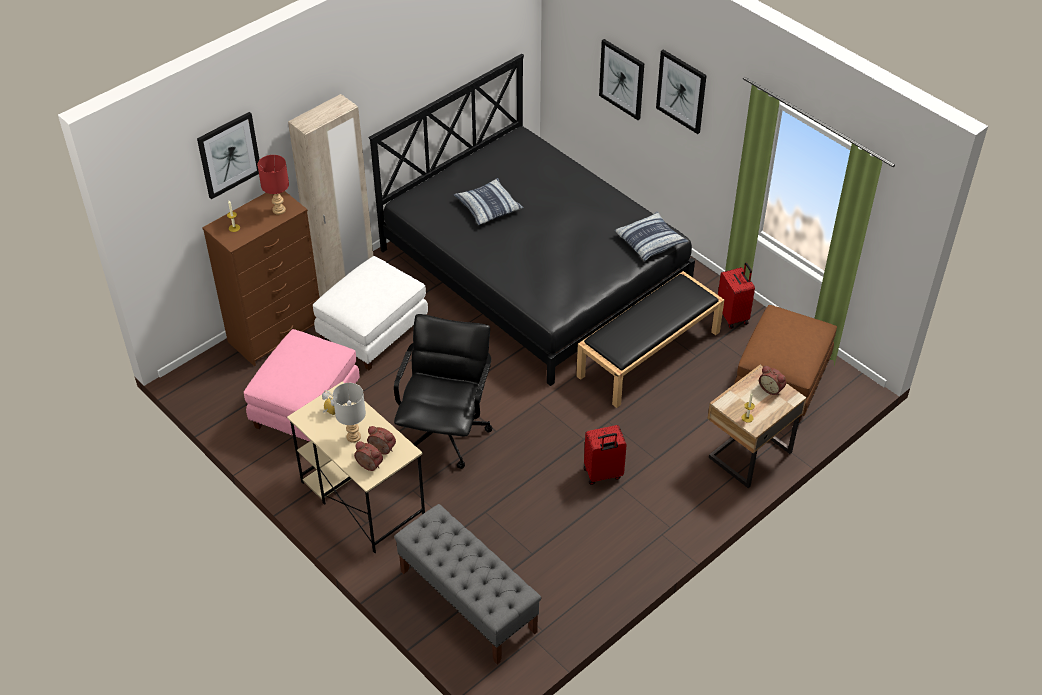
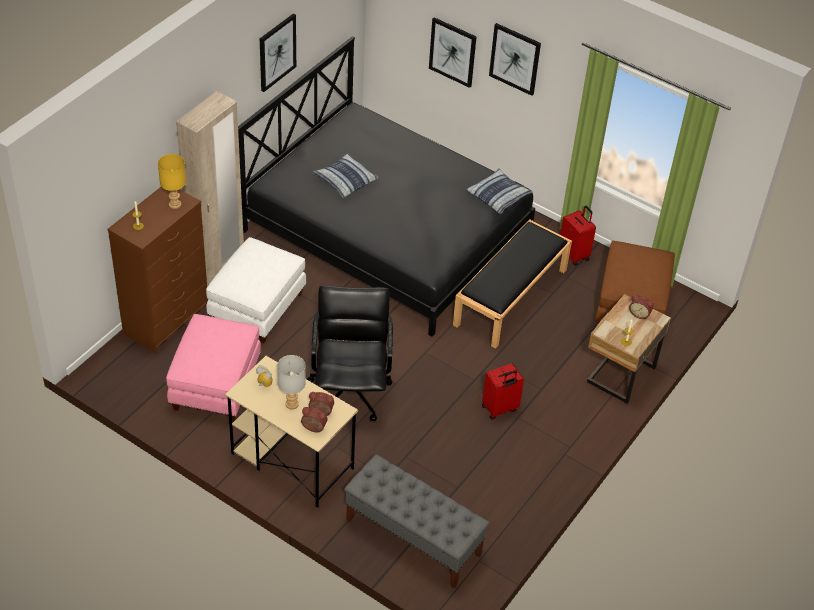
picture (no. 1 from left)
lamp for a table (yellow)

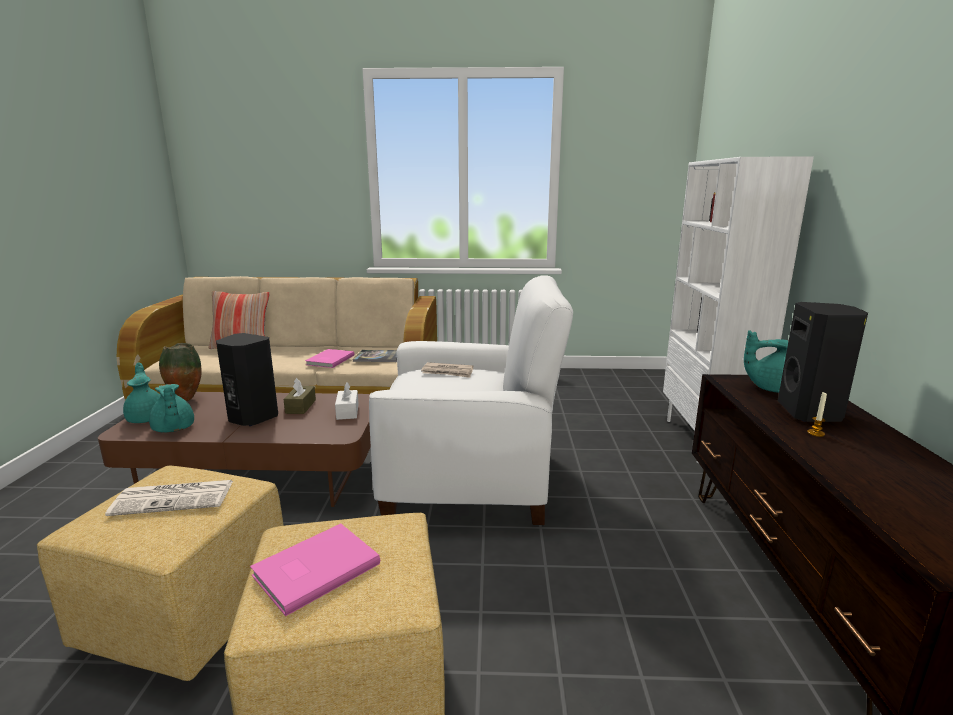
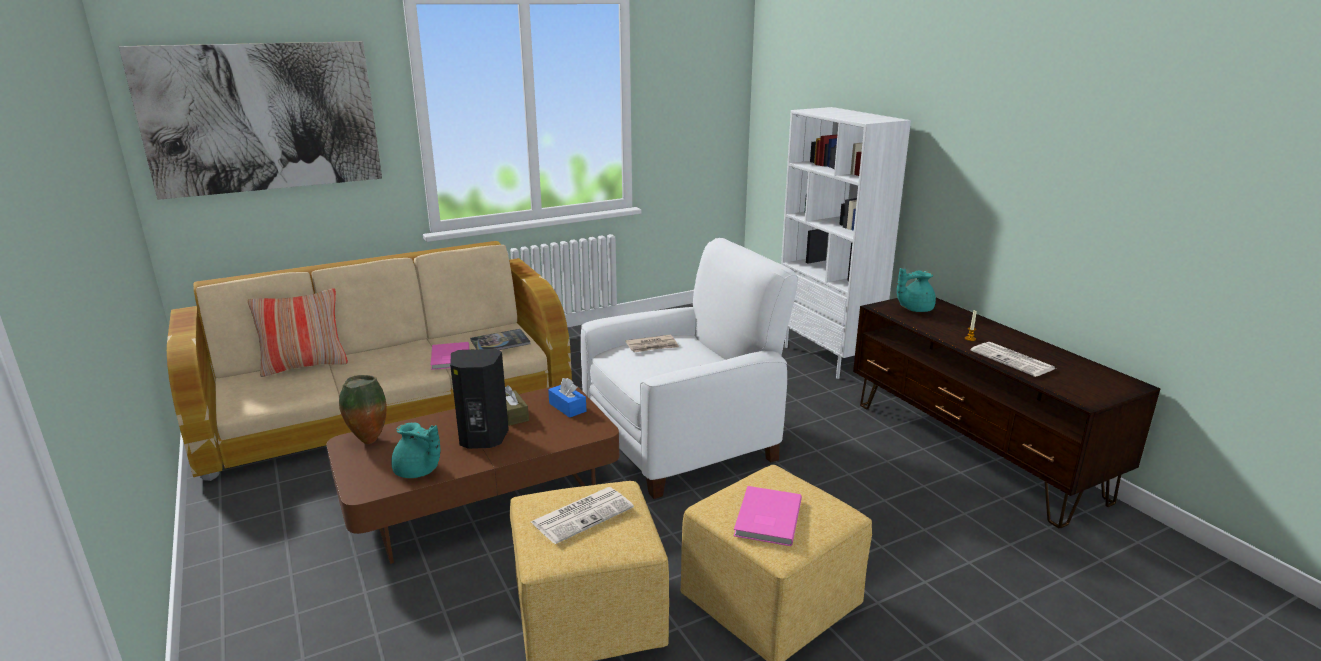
audio speaker (black-coloured) (no. 2 from left in the first image)
tea pot (turquoise-coloured) (no. 1 from left in the first image)
tissue holder (bluish)
picture
printed paper (no. 3 from left)

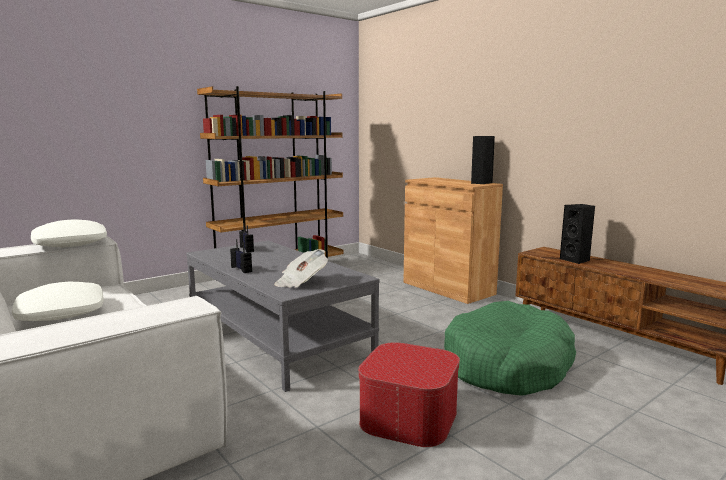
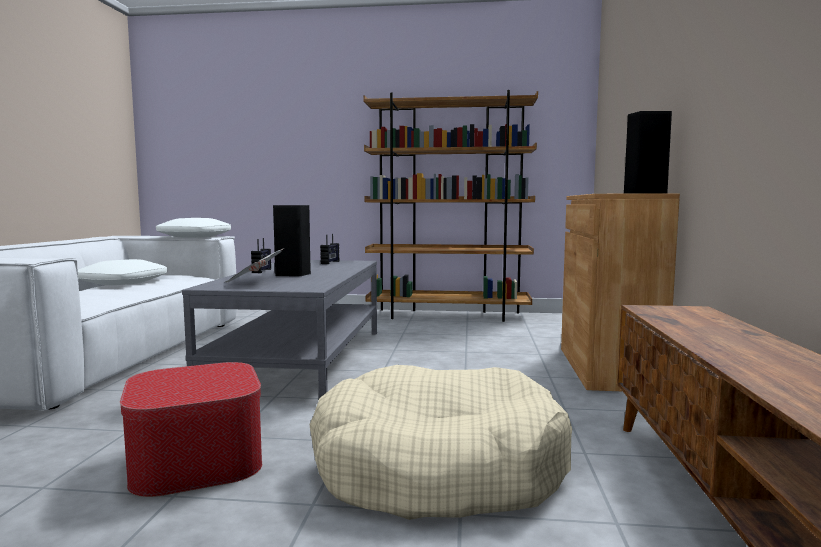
audio speaker (black-coloured) (no. 1 from left)
pet bed (beige-coloured)

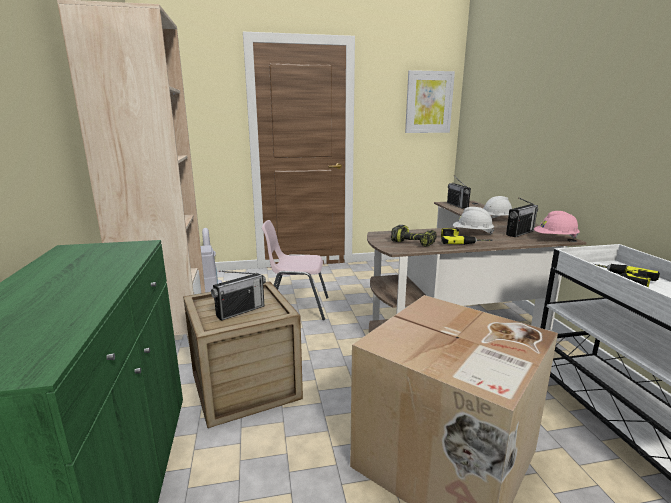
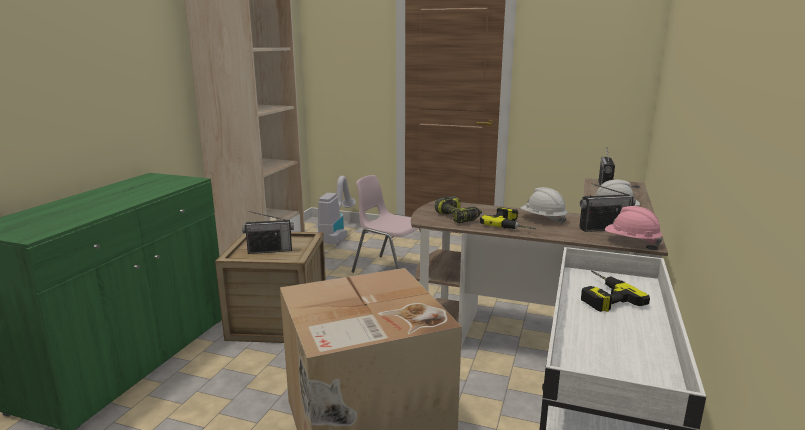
picture

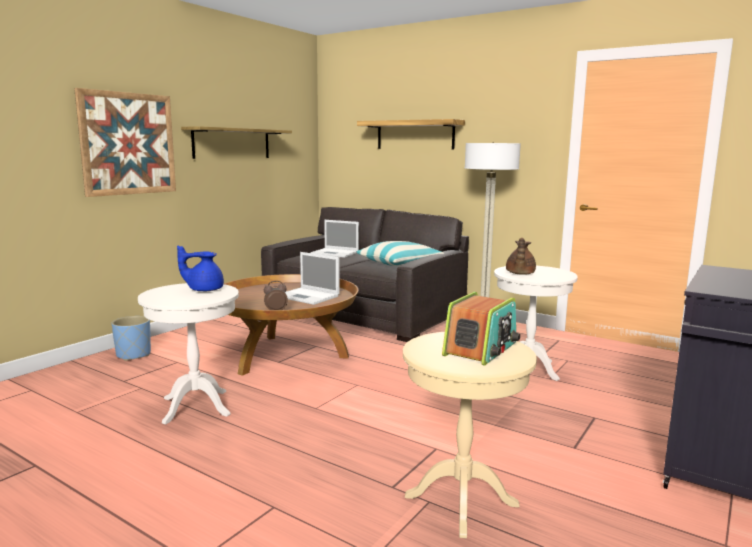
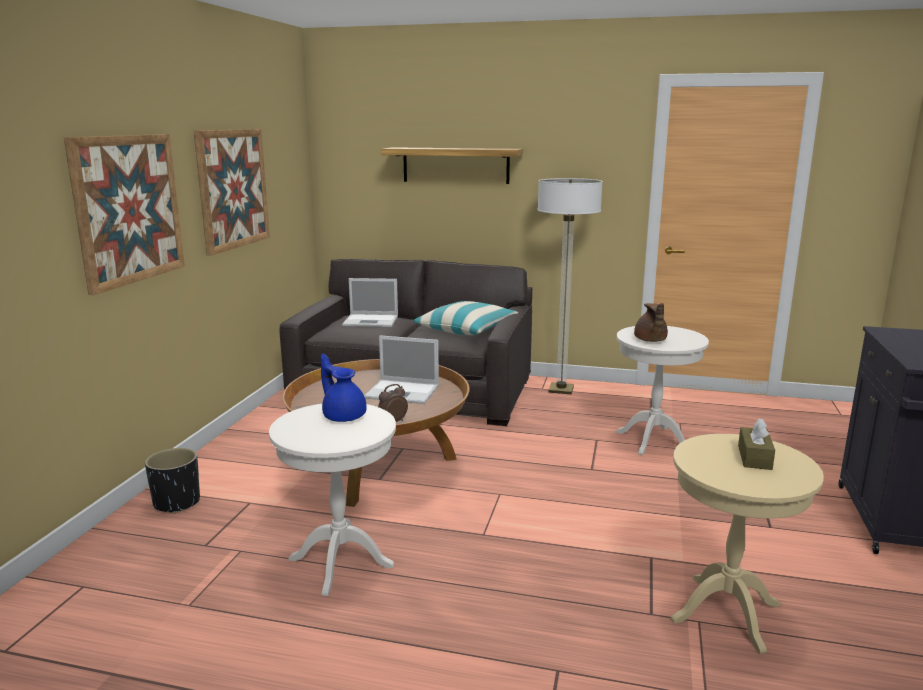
picture (no. 2 from left)
tea pot (bluish)
tissue holder (brown-coloured)
planter (black-coloured)

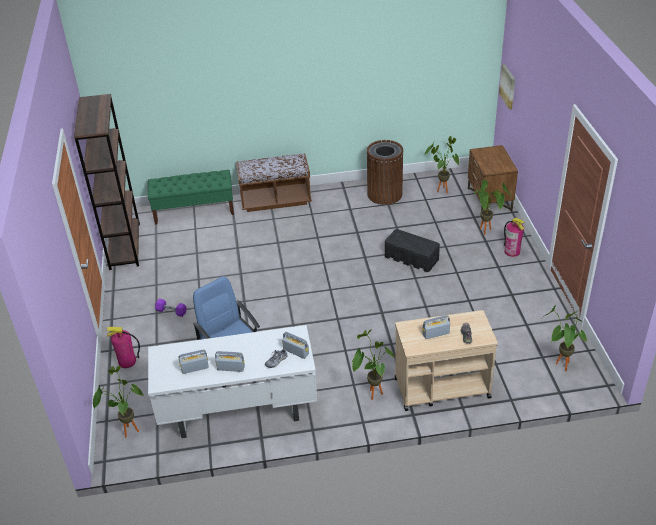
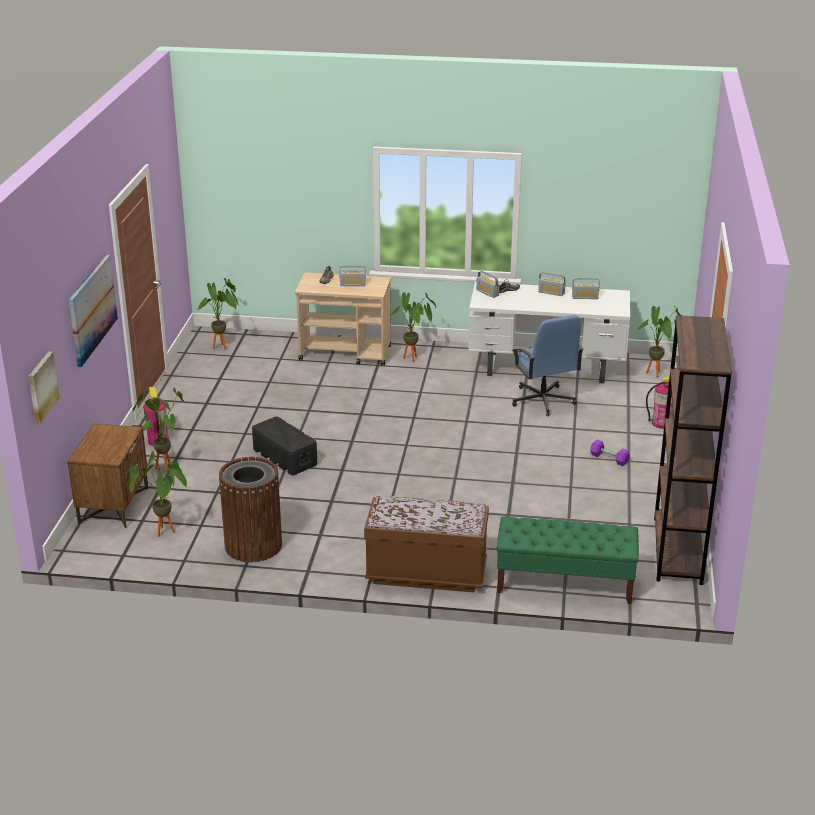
picture (no. 2 from left)

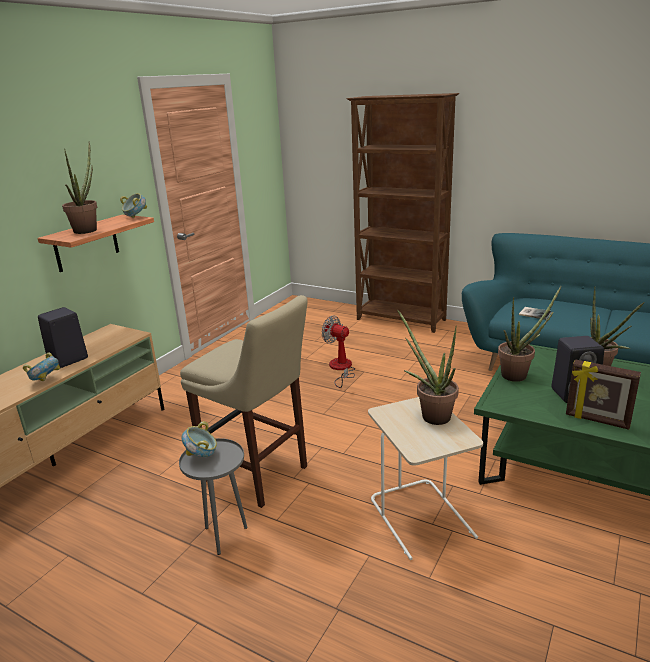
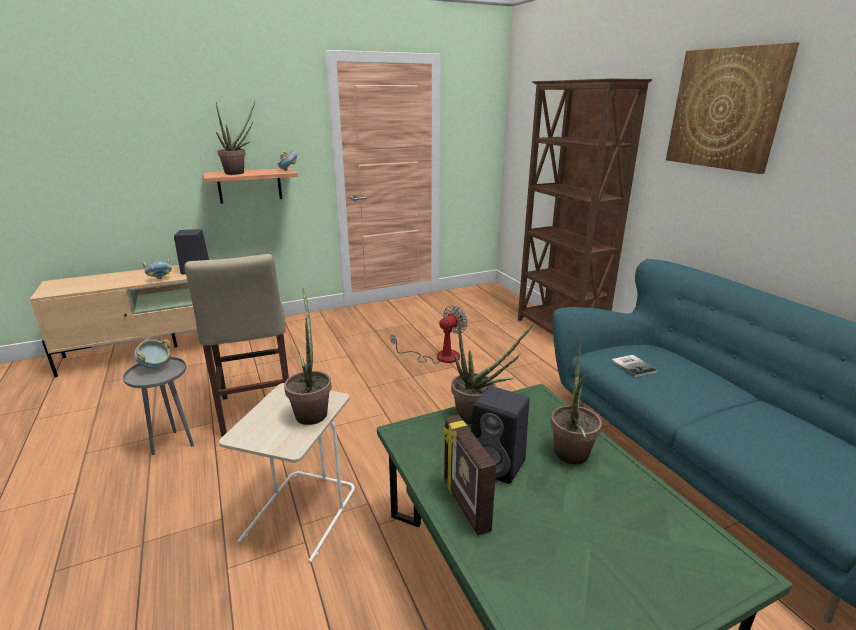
cooling fan
picture

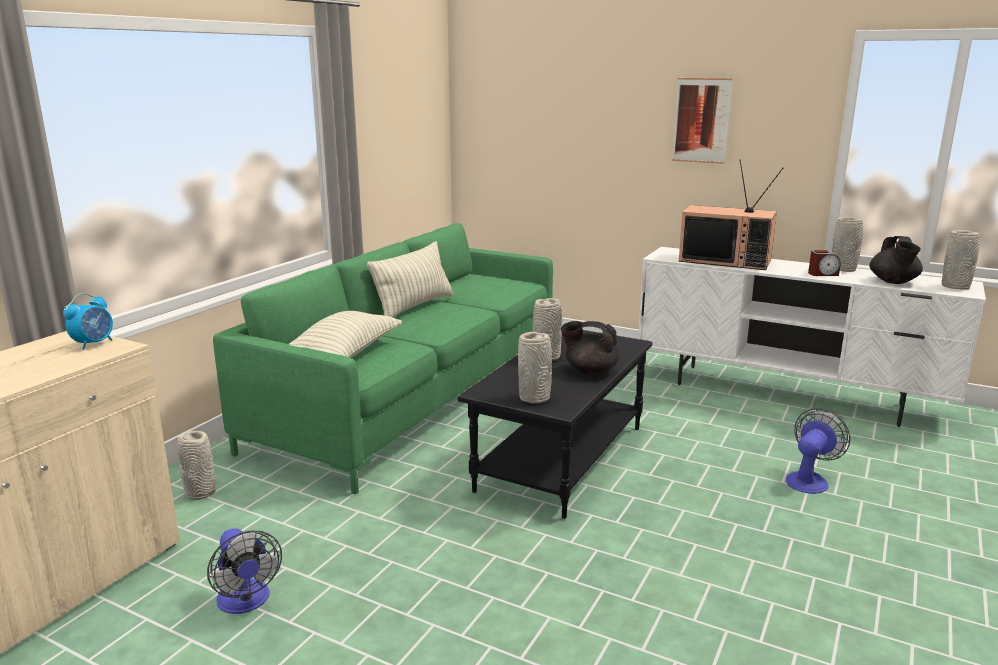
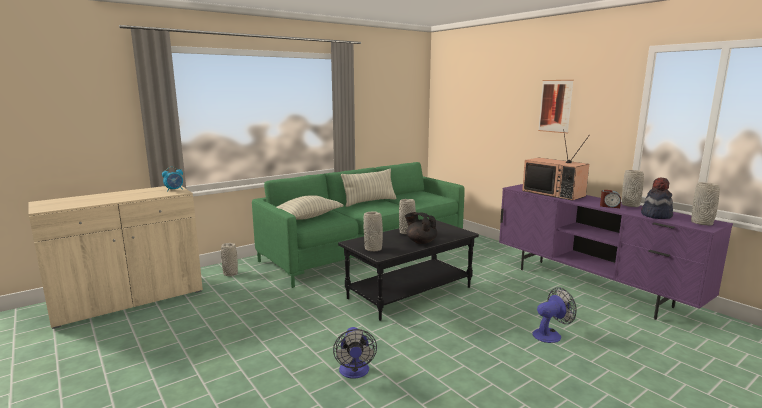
hat
media console (purplish)
cooling fan (no. 1 from left)

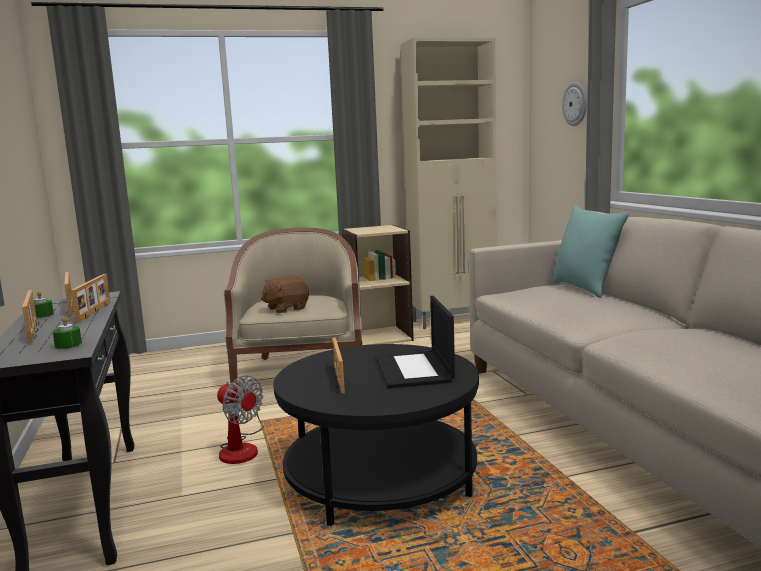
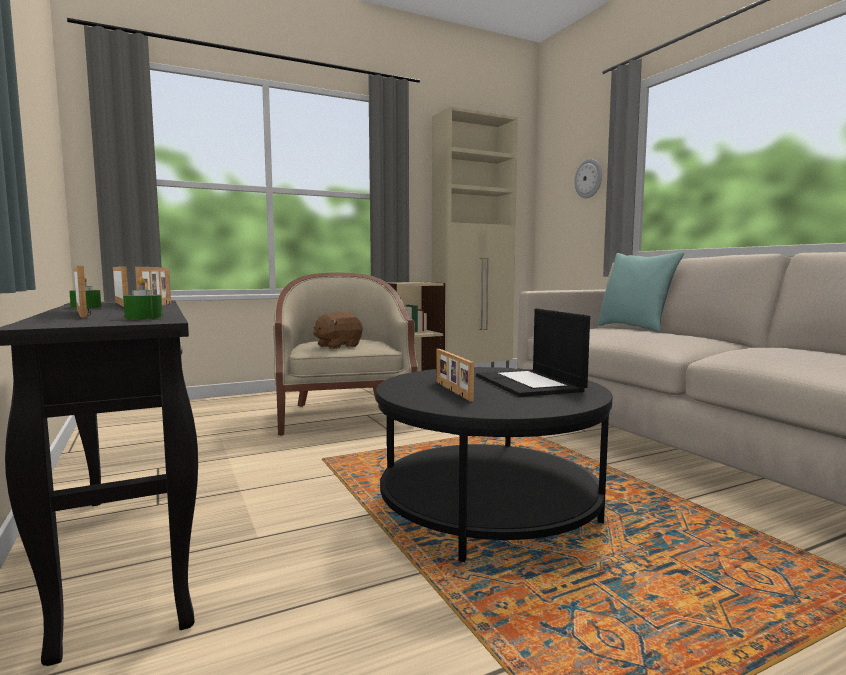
cooling fan

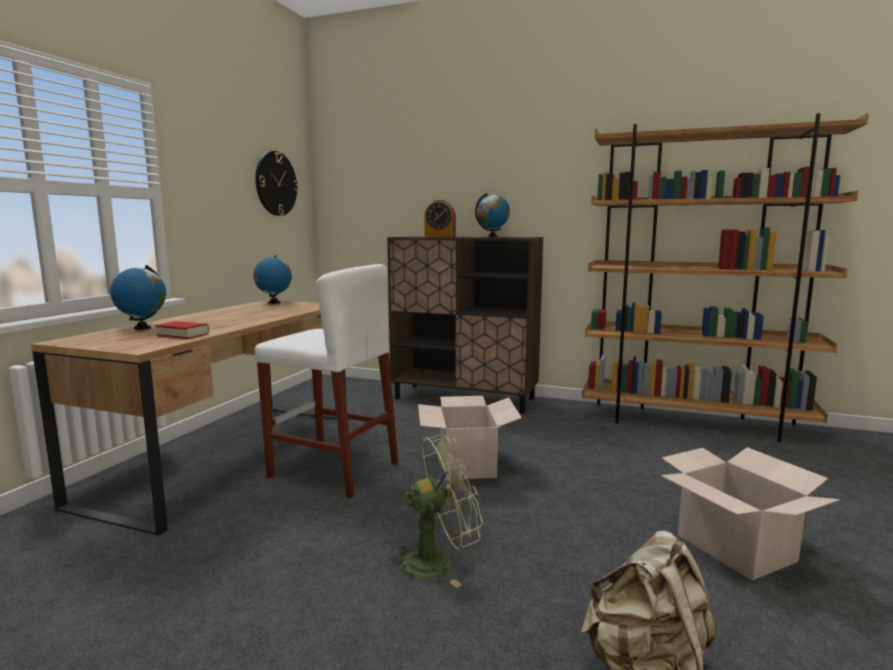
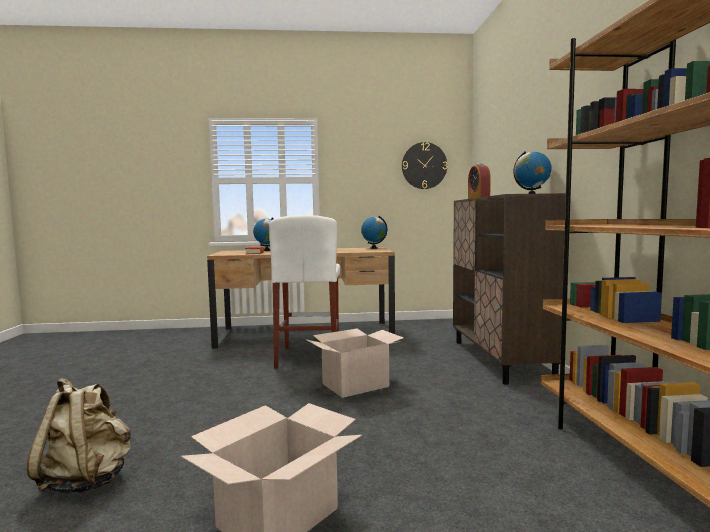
cooling fan (green-coloured)

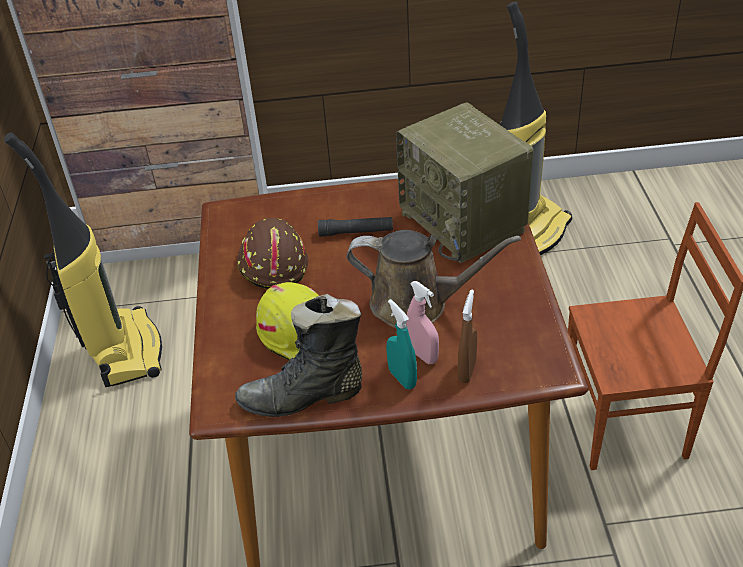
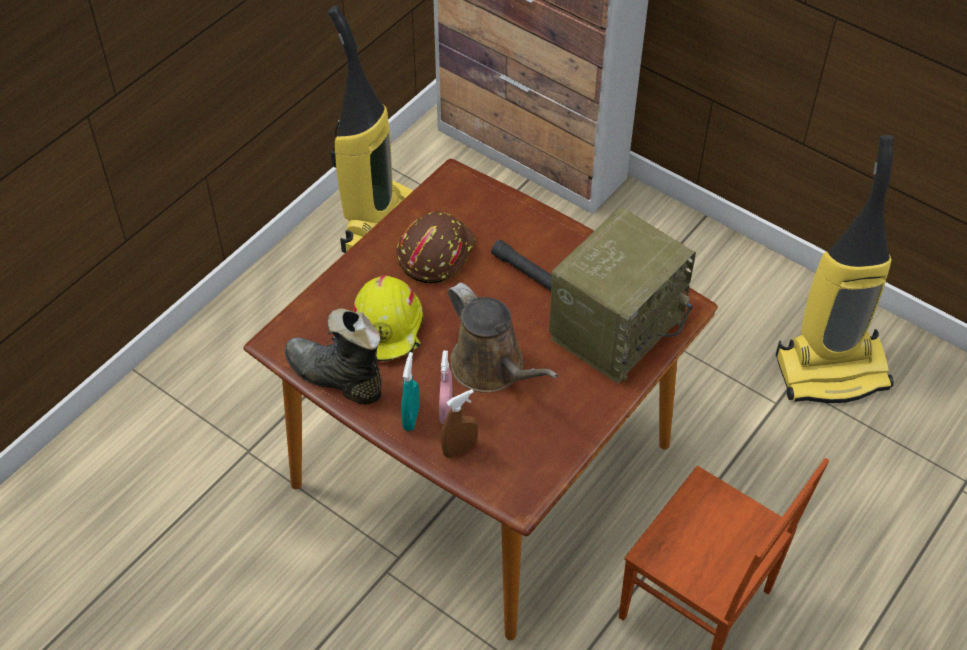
radio set

